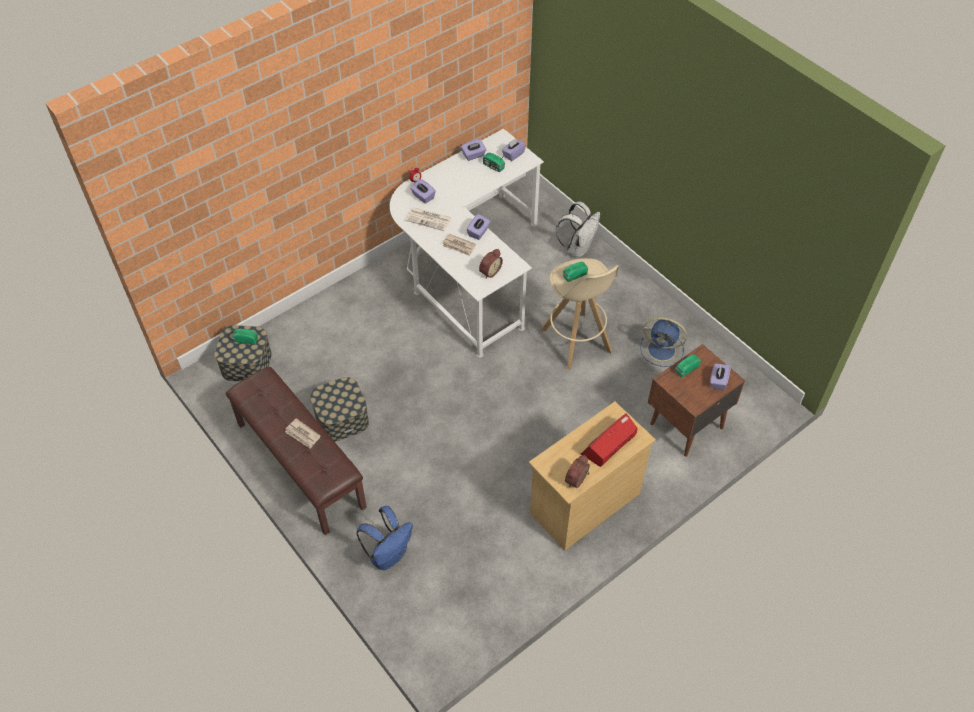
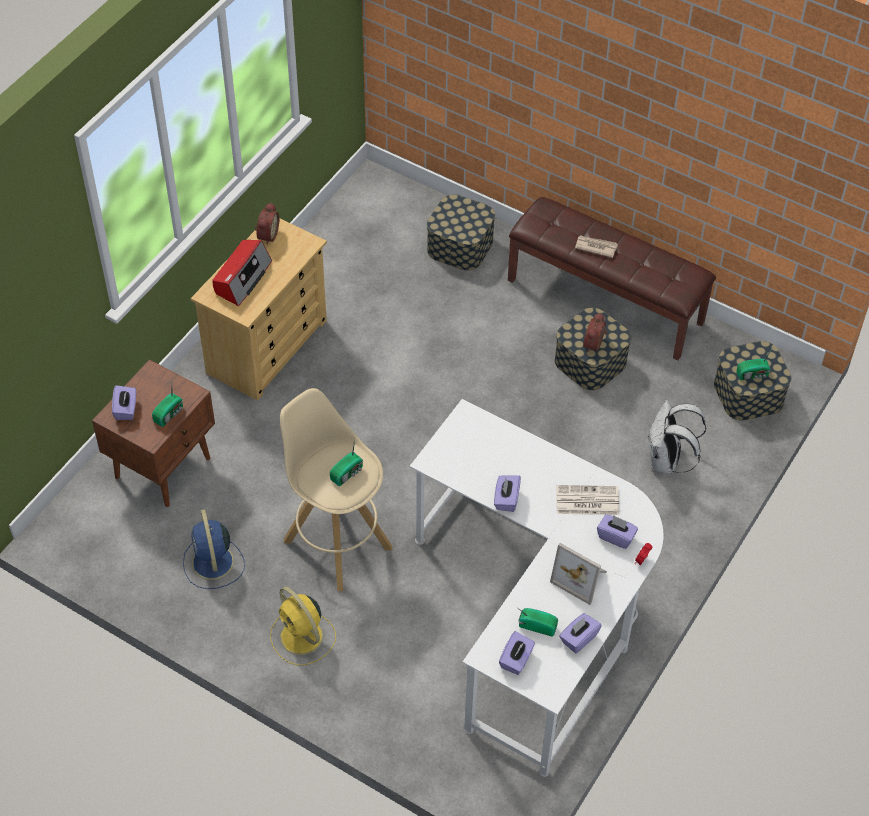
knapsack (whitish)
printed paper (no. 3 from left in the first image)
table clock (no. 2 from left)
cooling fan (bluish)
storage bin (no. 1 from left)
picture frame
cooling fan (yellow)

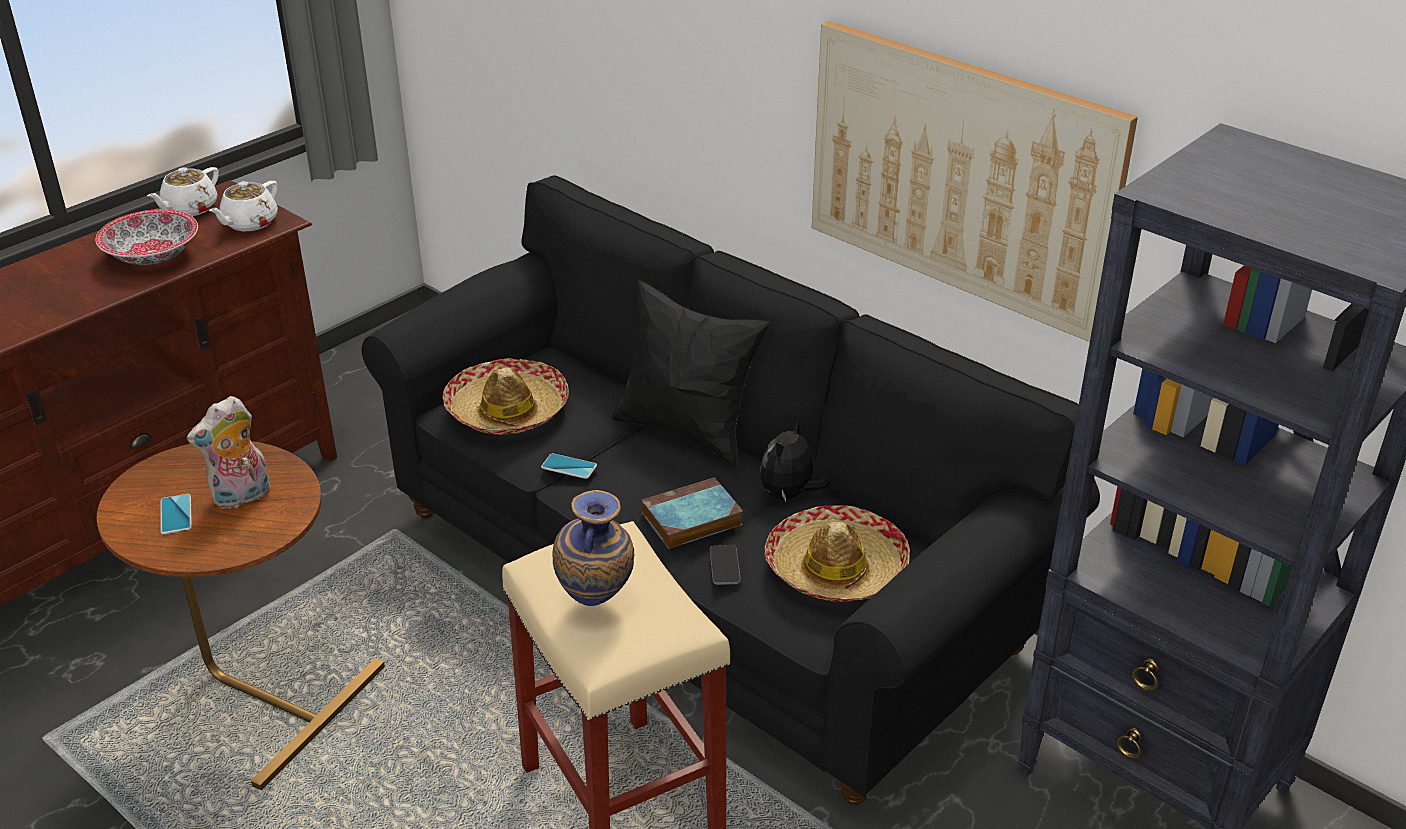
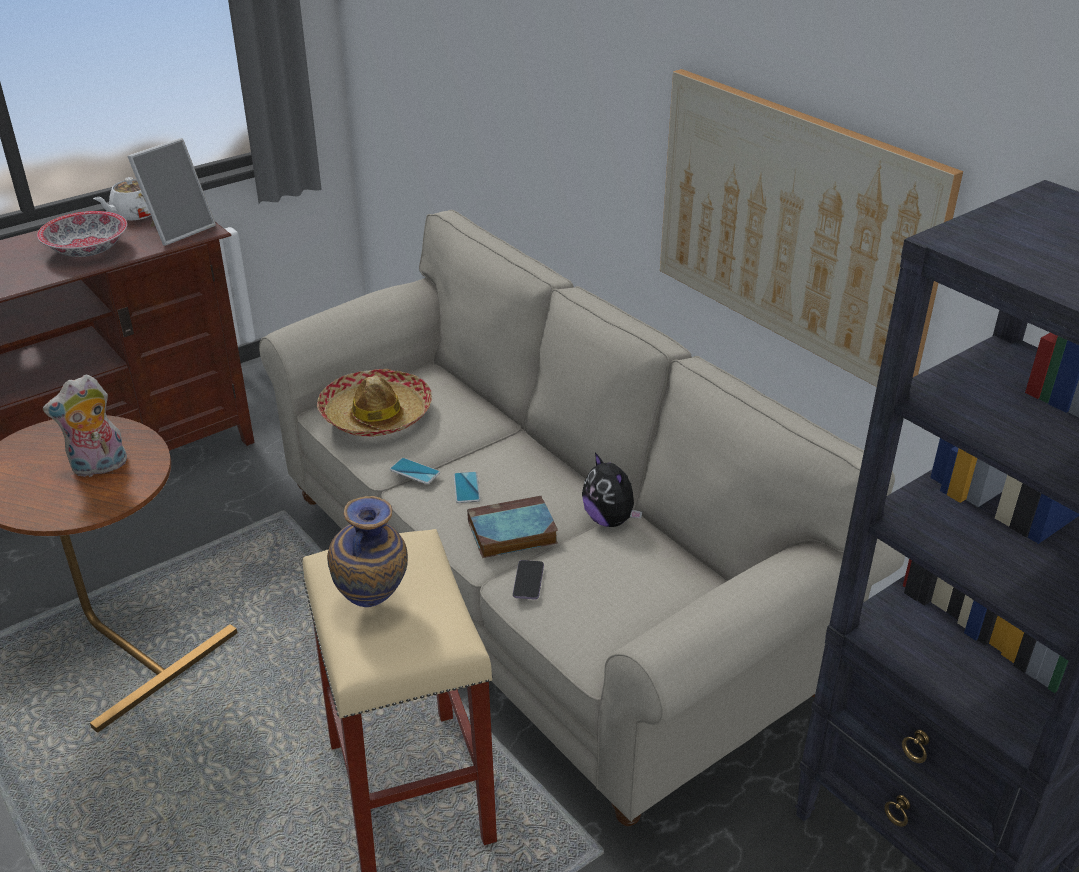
sofa (beige-coloured)
picture frame
throw pillow (black-coloured)
cuddly toy (no. 2 from left)
telephone (no. 2 from left)
hat (no. 2 from left in the first image)

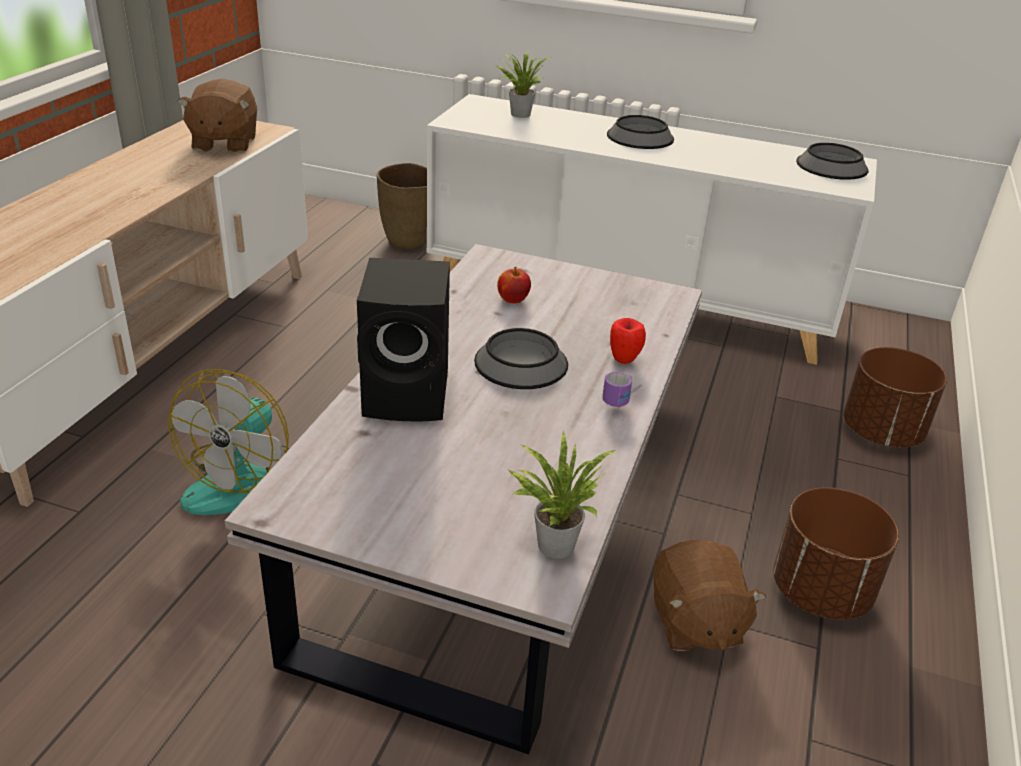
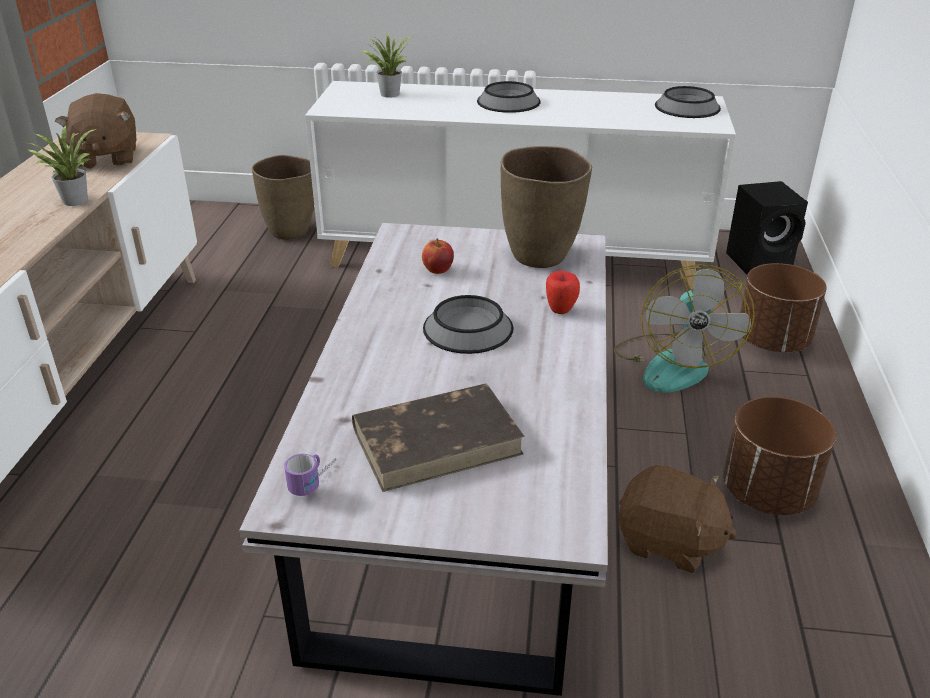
audio speaker (black-coloured)
cooling fan
mug
houseplant (no. 1 from left)
cuddly toy (brown-coloured) (no. 2 from left)
decorative vase (brown-coloured) (no. 2 from left)
book (brown-coloured)

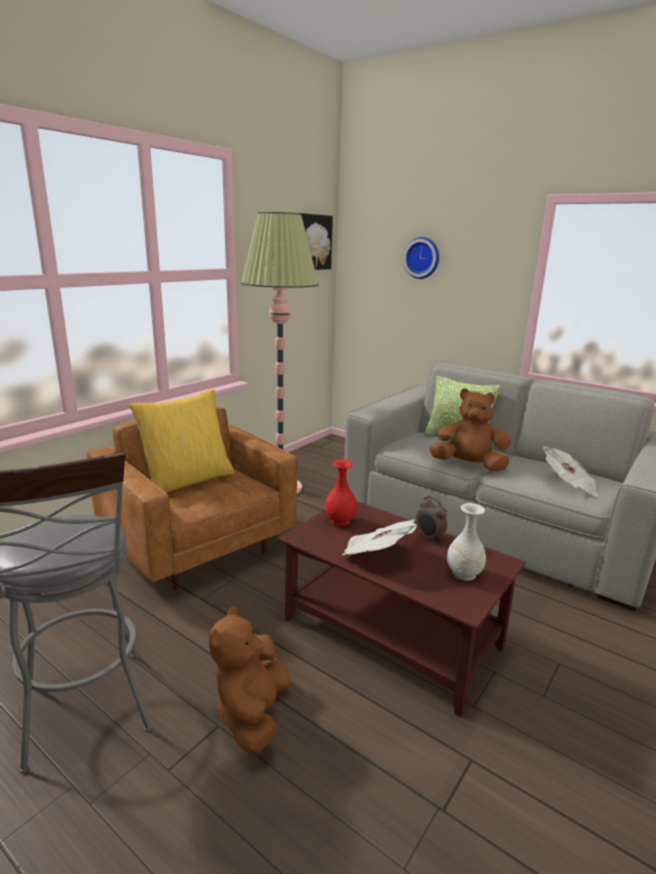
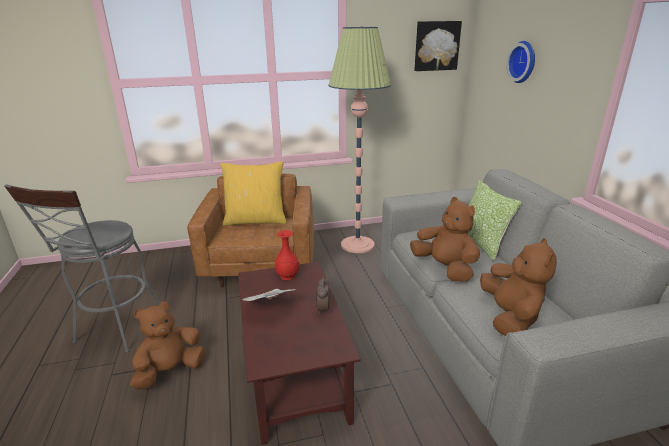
cuddly toy (brown-coloured) (no. 3 from left)
decorative vase (whitish)

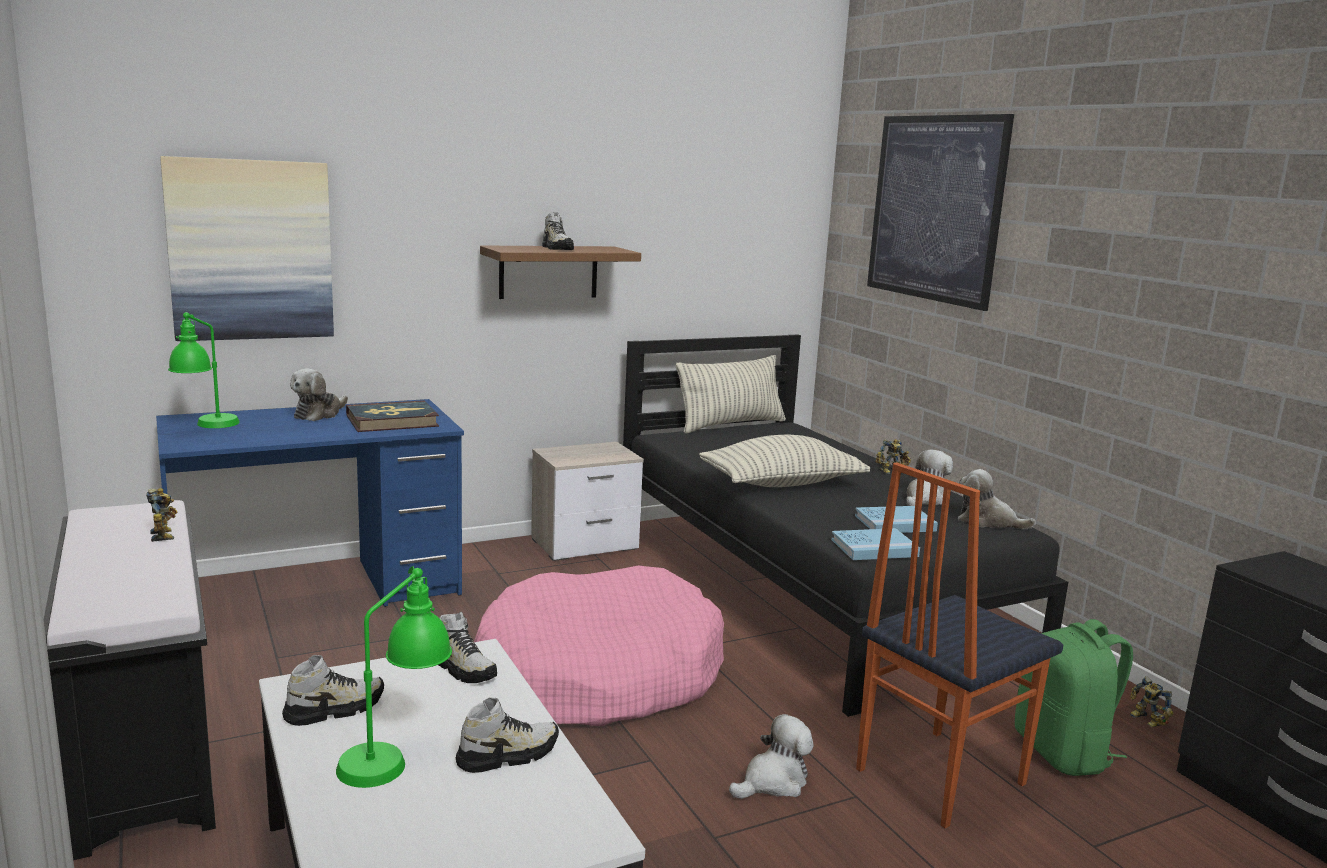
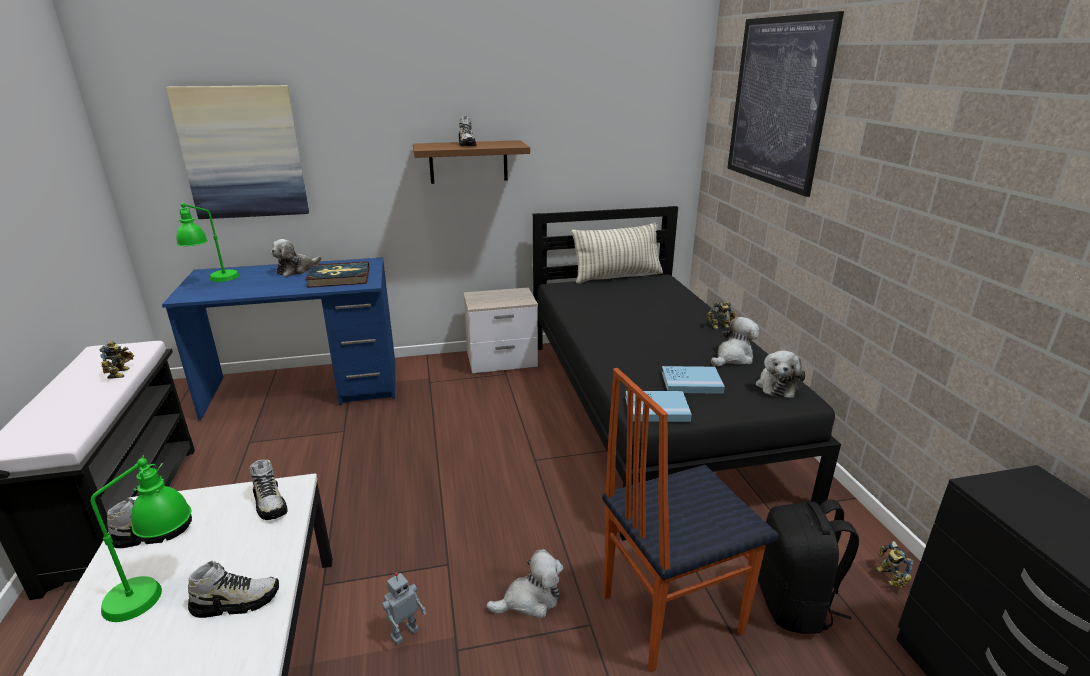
throw pillow (no. 2 from left in the first image)
cuddly toy (no. 4 from left)
pet bed (pink)
knapsack (black-coloured)
toy robot (no. 2 from left)

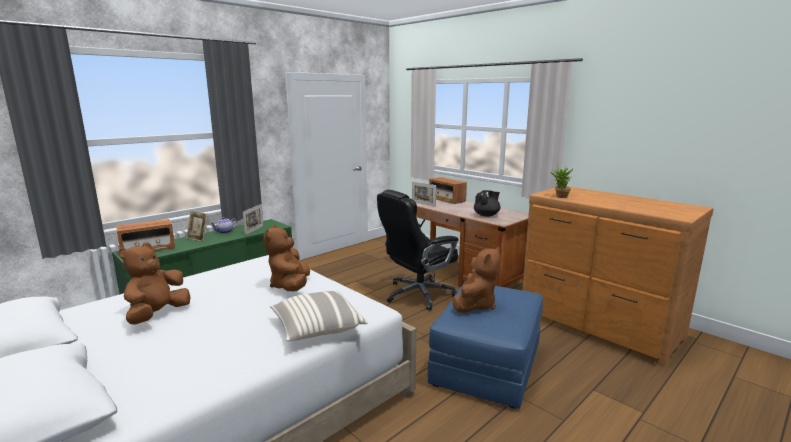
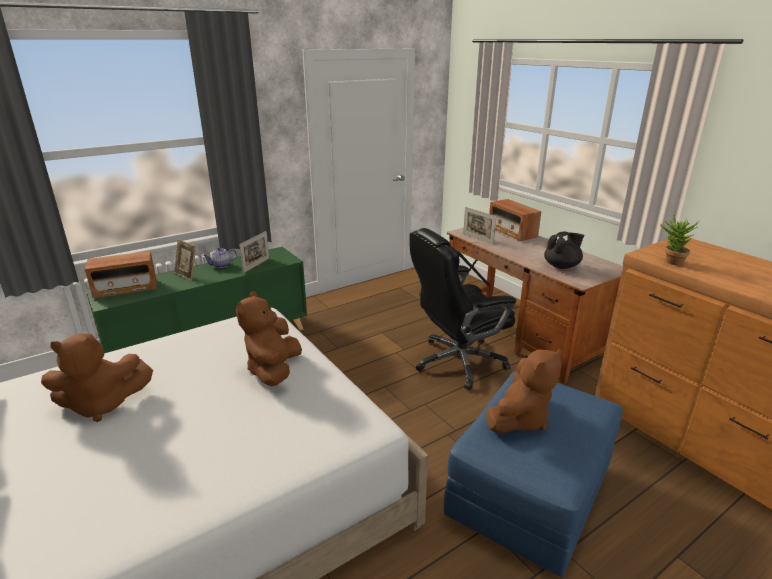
cuddly toy (brown-coloured) (no. 1 from left)
throw pillow

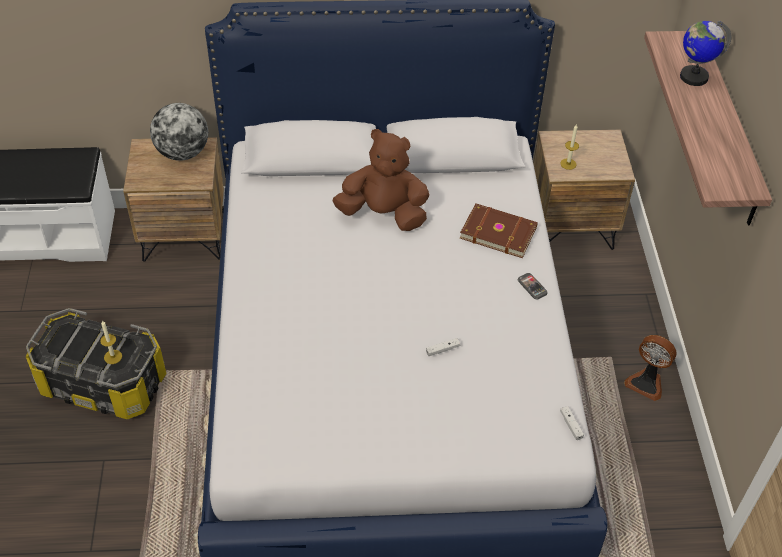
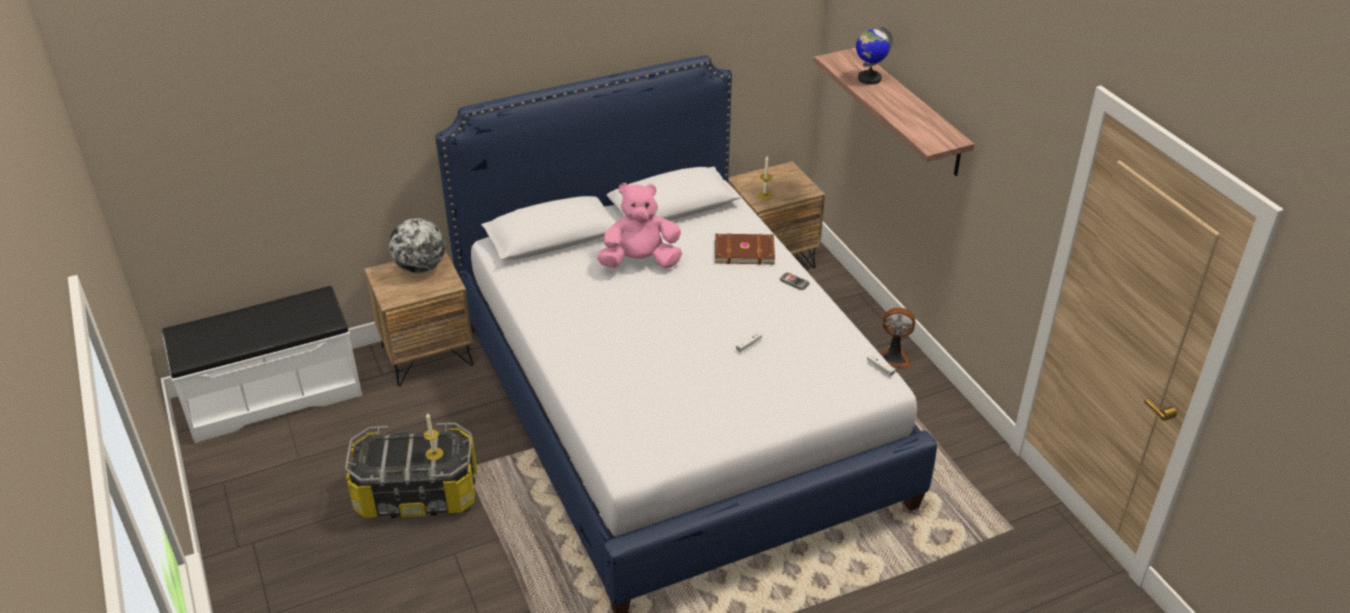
cuddly toy (pink)

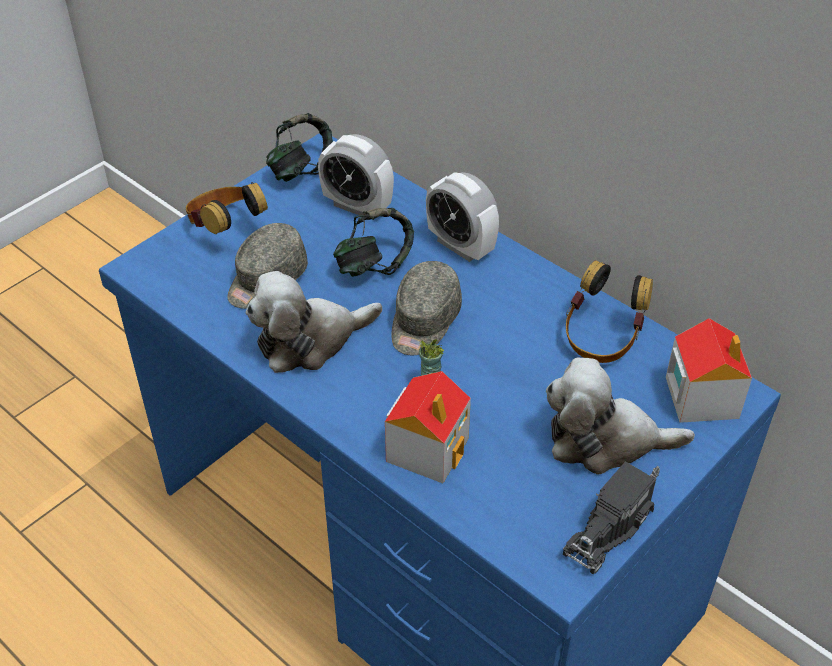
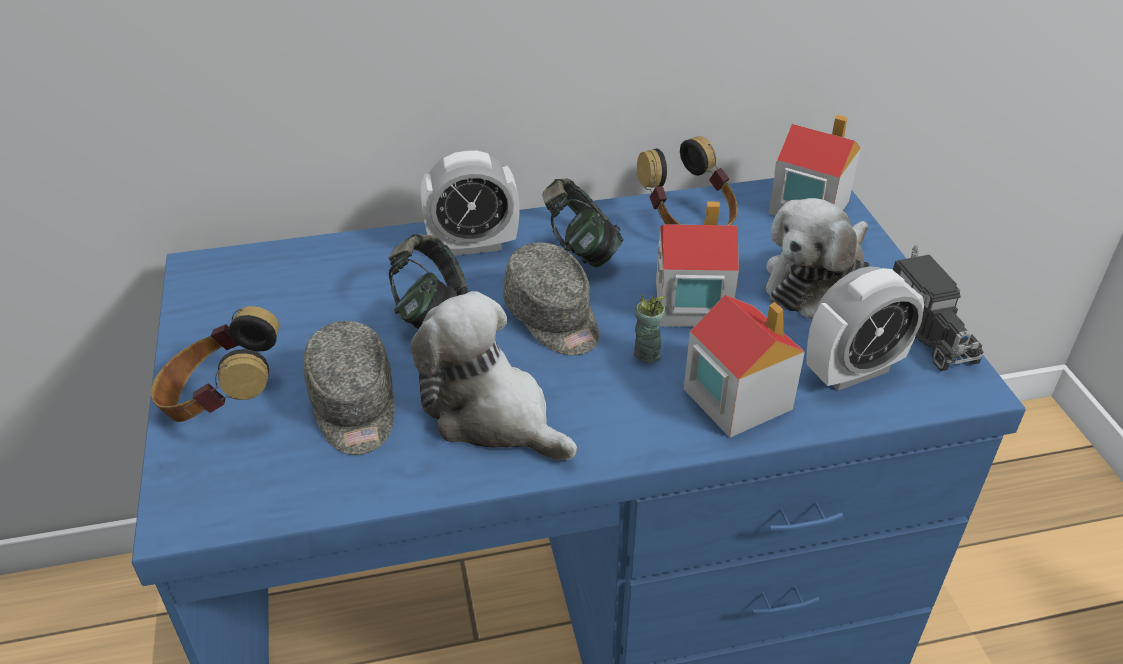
headphones (no. 3 from left)
table clock (no. 2 from left)
cuddly toy (no. 1 from left)
toy house (no. 1 from left)

